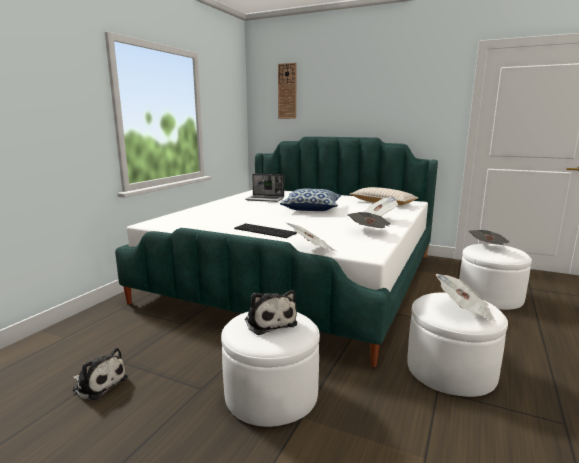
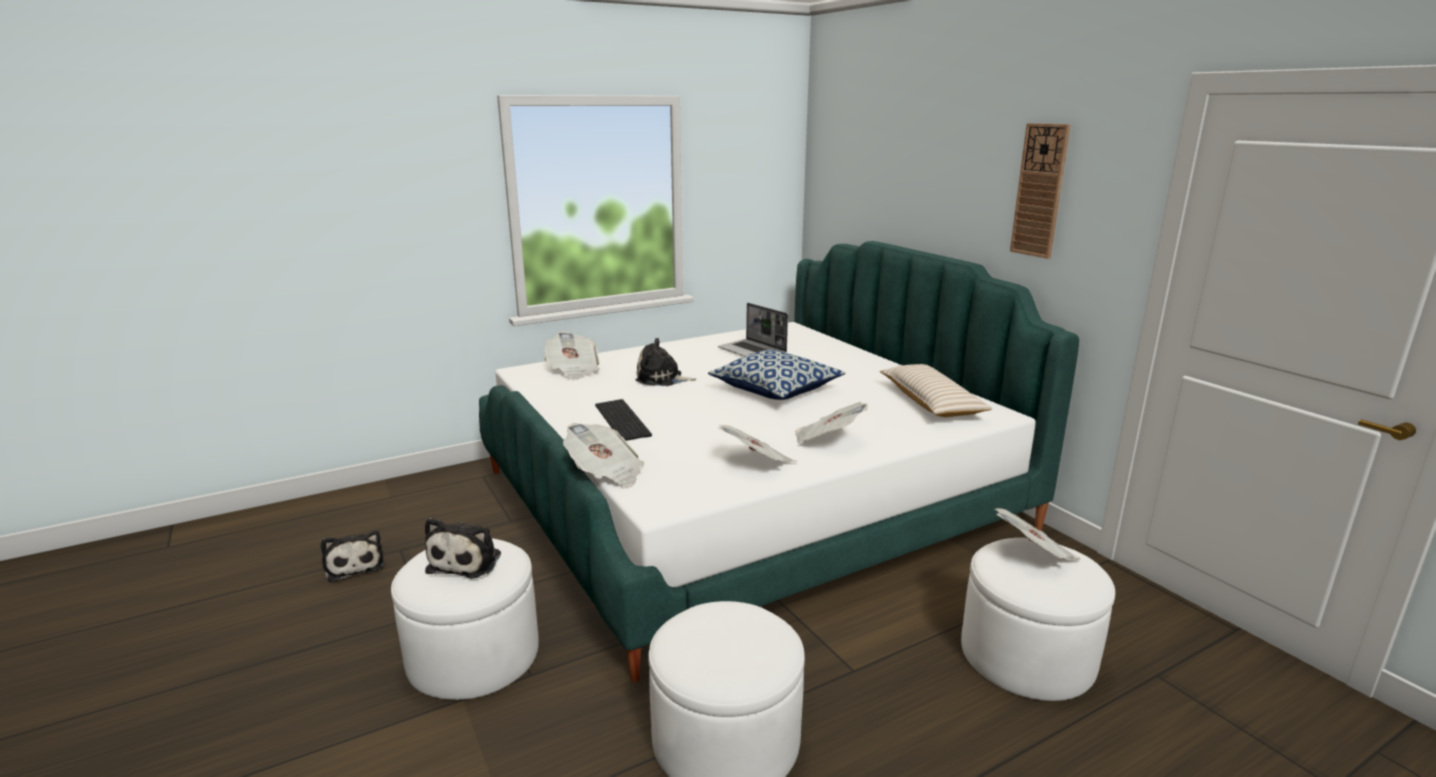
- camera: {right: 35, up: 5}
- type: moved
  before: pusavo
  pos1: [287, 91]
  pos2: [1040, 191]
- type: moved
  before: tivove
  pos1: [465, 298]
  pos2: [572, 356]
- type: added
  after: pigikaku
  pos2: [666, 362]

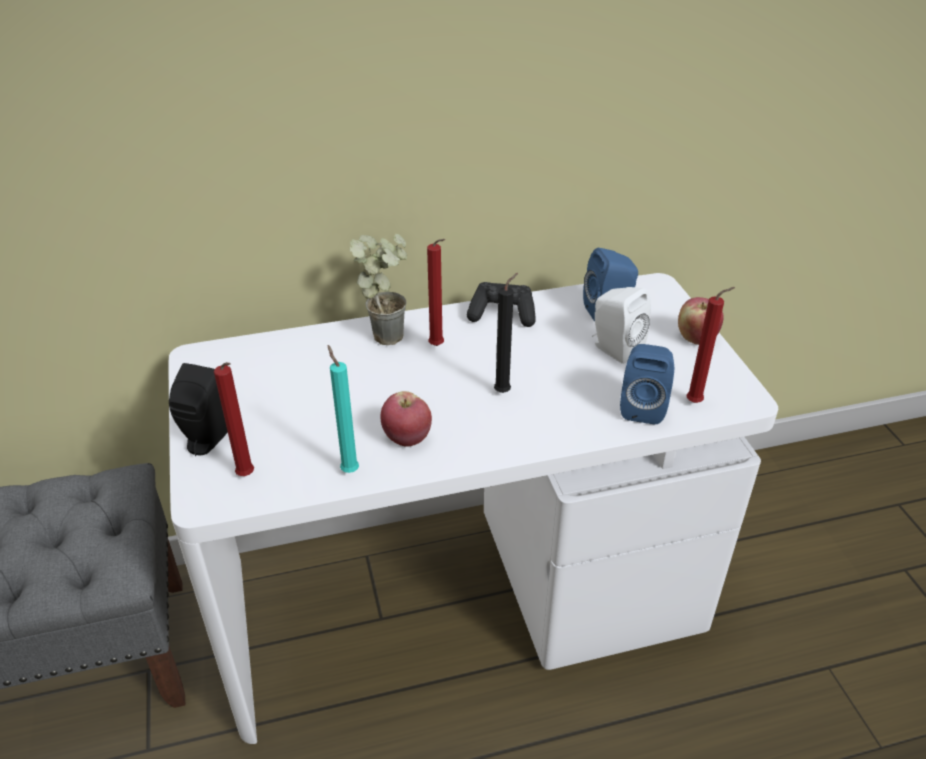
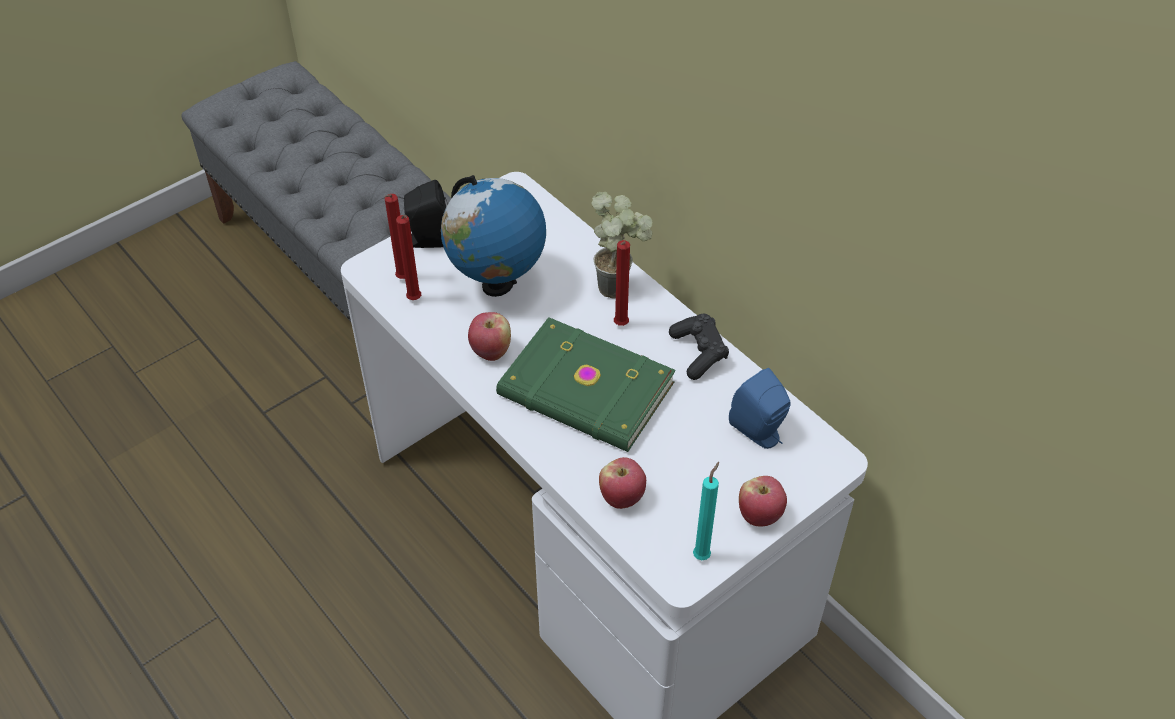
- camera: {right: 65, up: 10}
- type: replaced
  before: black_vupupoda
  after: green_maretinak
  pos1: [506, 333]
  pos2: [585, 384]
- type: removed
  before: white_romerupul
  pos1: [621, 325]
- type: moved
  before: red_vupupoda
  pos1: [711, 345]
  pos2: [408, 257]
- type: replaced
  before: blue_romerupul
  after: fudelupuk
  pos1: [647, 384]
  pos2: [622, 483]
- type: moved
  before: turquoise_vupupoda
  pos1: [343, 409]
  pos2: [706, 511]
- type: added
  after: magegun
  pos2: [493, 236]

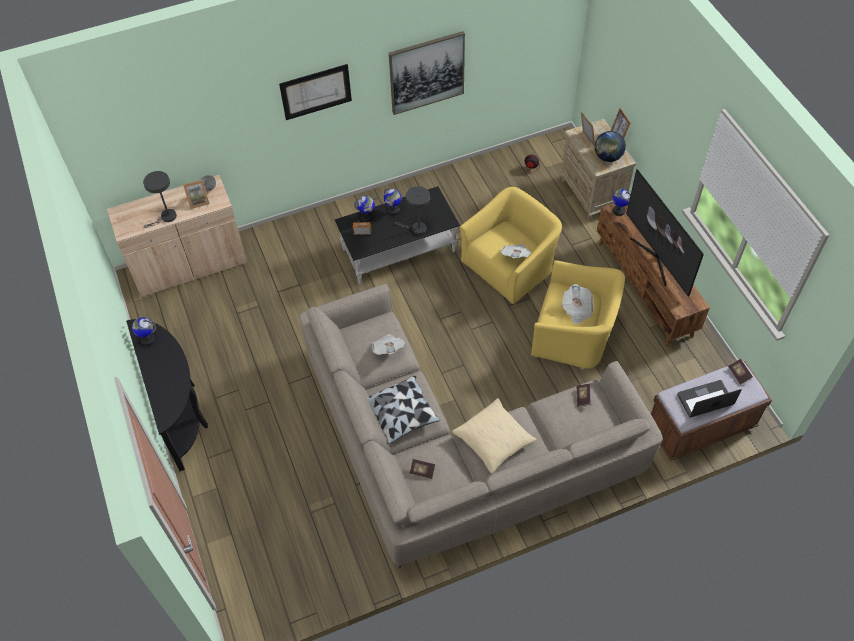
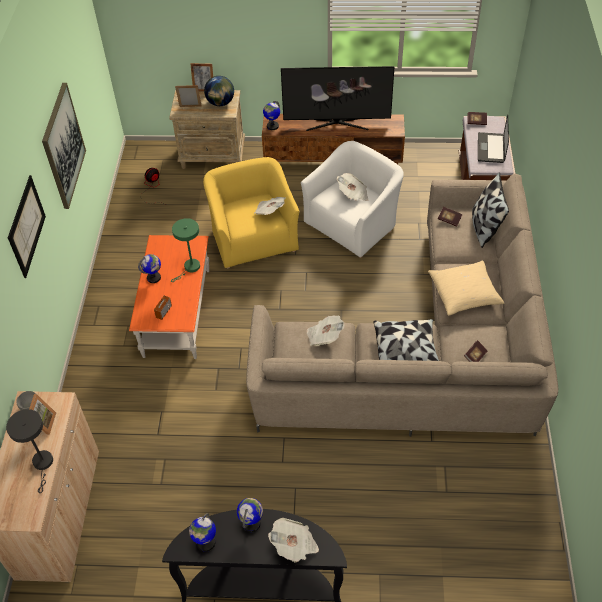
- camera: {right: -65, up: -5}
- type: recoloured
  before: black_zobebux
  after: orange_zobebux
  pos1: [397, 235]
  pos2: [169, 297]
- type: recoloured
  before: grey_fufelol
  after: green_fufelol
  pos1: [412, 210]
  pos2: [185, 250]
- type: moved
  before: magegun
  pos1: [364, 209]
  pos2: [250, 515]
- type: recoloured
  before: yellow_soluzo
  after: white_soluzo
  pos1: [578, 314]
  pos2: [352, 199]
- type: added
  after: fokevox
  pos2: [490, 210]
- type: added
  after: tivove
  pos2: [293, 540]

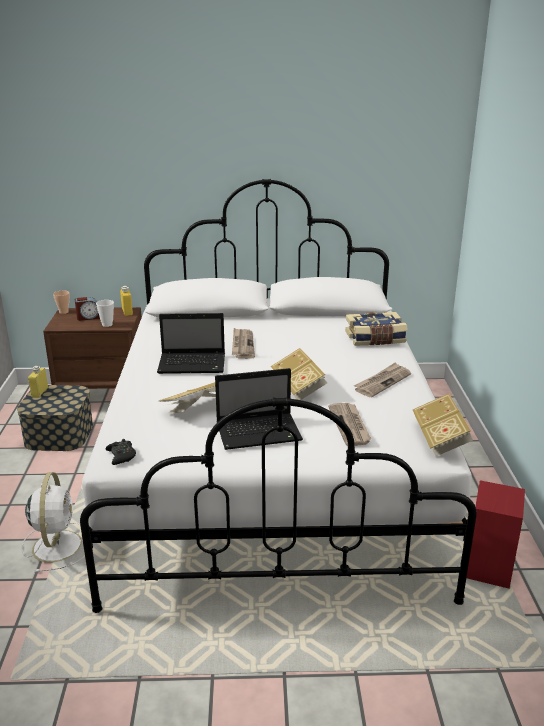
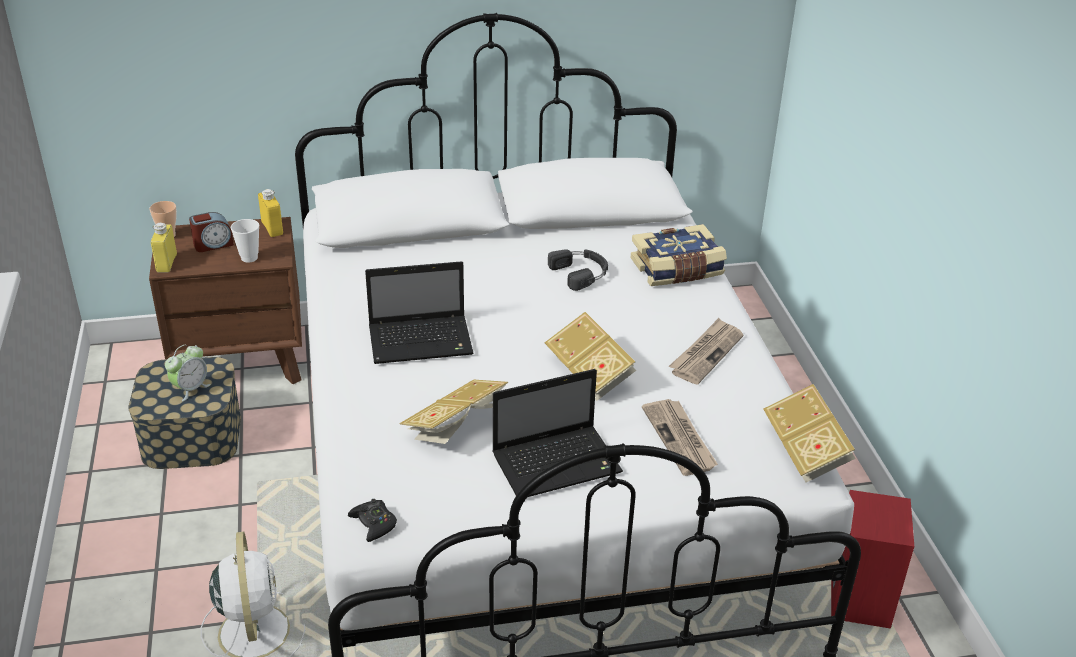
- camera: {right: -10, up: 10}
- type: removed
  before: tivove
  pos1: [243, 343]
- type: moved
  before: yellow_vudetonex
  pos1: [38, 382]
  pos2: [164, 247]
- type: added
  after: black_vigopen
  pos2: [578, 270]
- type: added
  after: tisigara
  pos2: [188, 373]

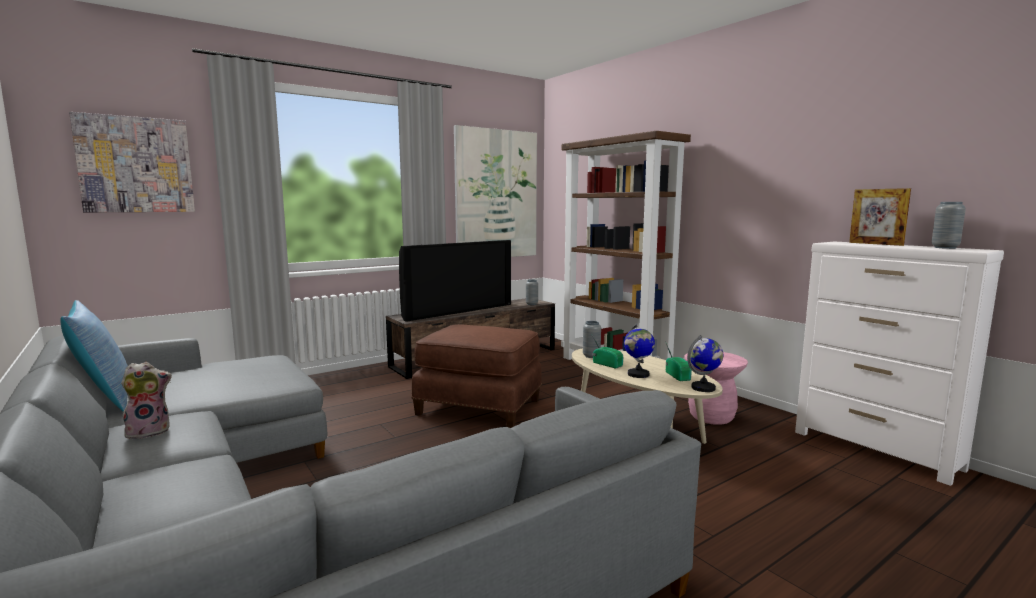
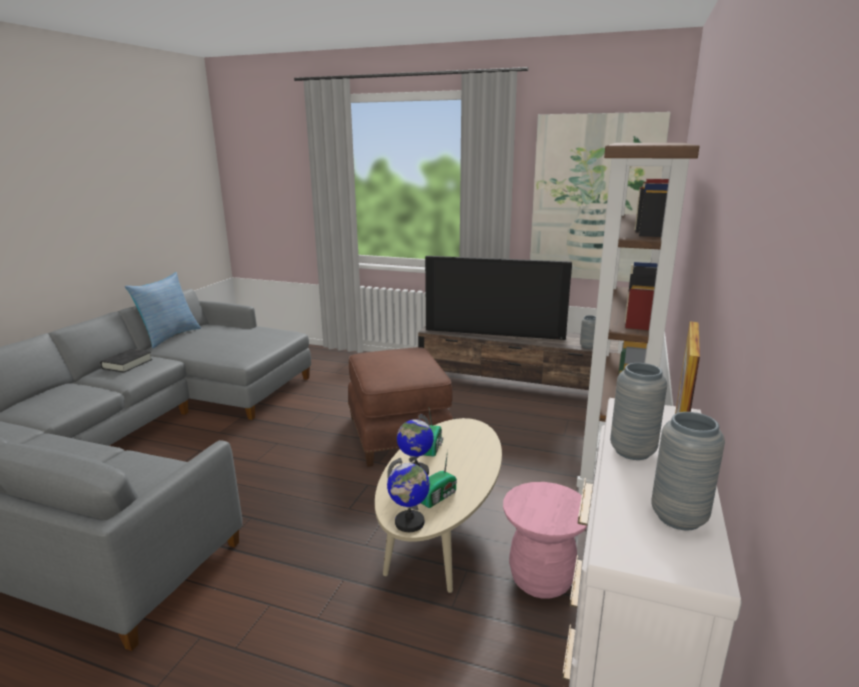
- camera: {right: 55, up: 10}
- type: removed
  before: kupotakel
  pos1: [132, 162]
- type: moved
  before: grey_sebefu
  pos1: [592, 339]
  pos2: [638, 411]
- type: replaced
  before: pigikaku
  after: black_maretinak
  pos1: [146, 400]
  pos2: [126, 361]

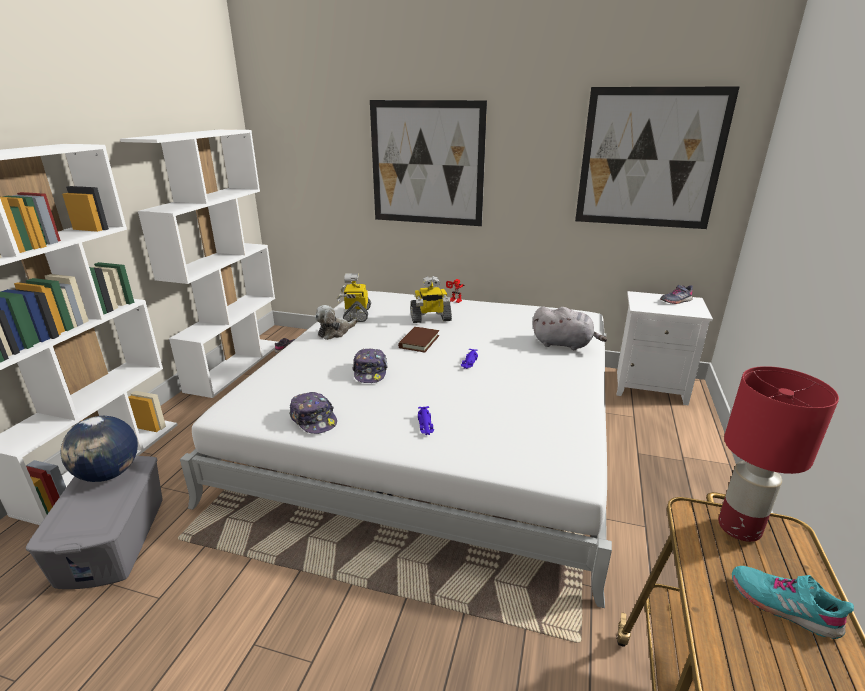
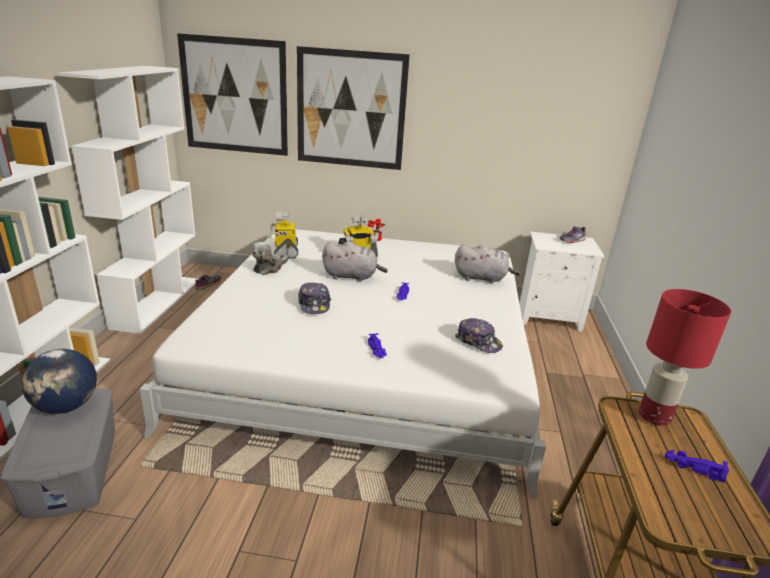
- camera: {right: -10, up: 0}
- type: moved
  before: kupotakel
  pos1: [657, 158]
  pos2: [232, 94]
- type: replaced
  before: brown_maretinak
  after: grey_pigikaku
  pos1: [418, 340]
  pos2: [355, 262]
- type: moved
  before: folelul
  pos1: [313, 413]
  pos2: [479, 335]
- type: replaced
  before: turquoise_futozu
  after: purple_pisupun
  pos1: [793, 602]
  pos2: [697, 466]

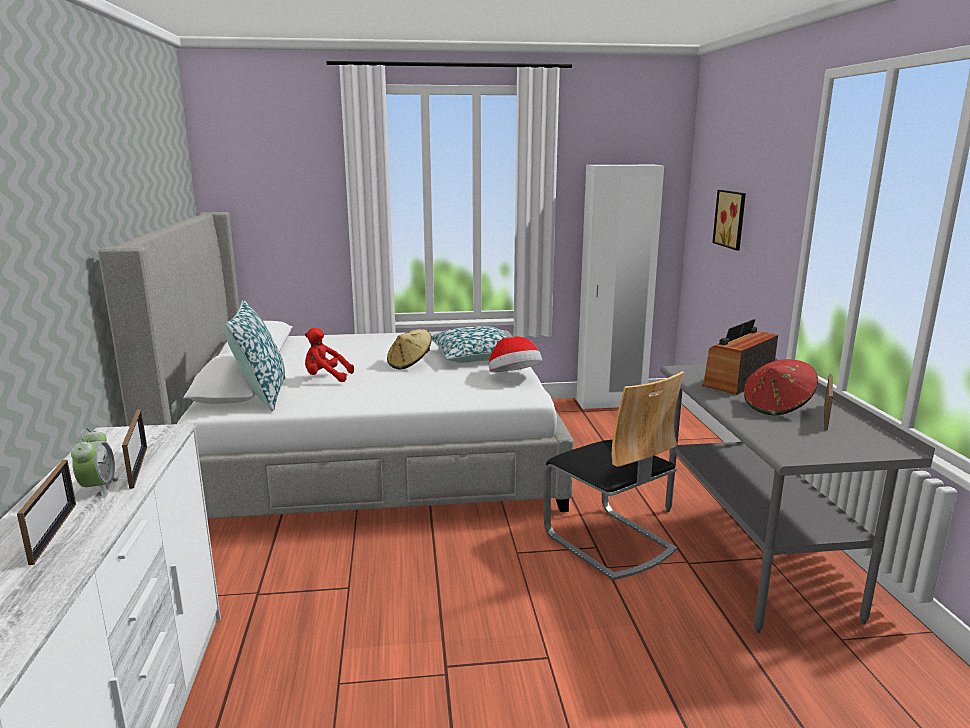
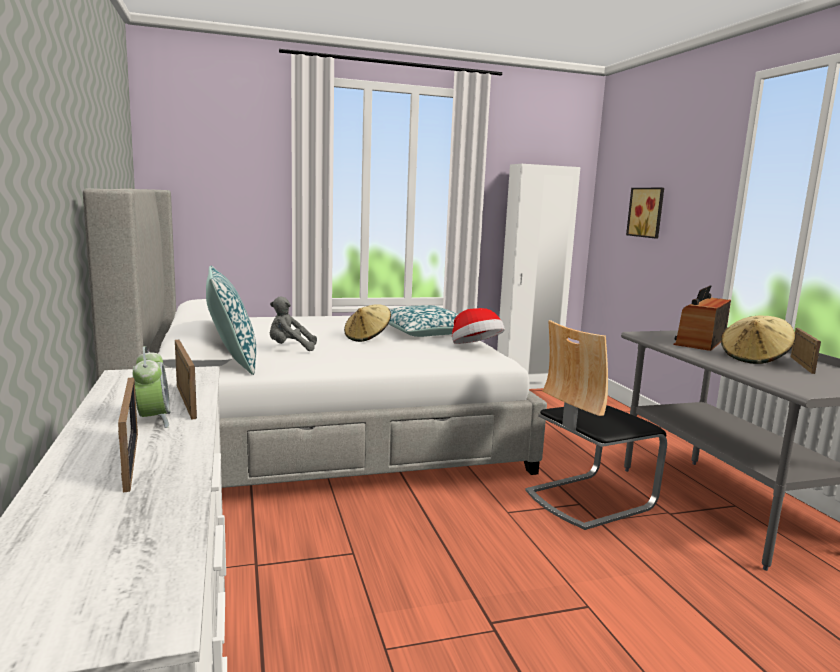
- camera: {right: -10, up: -5}
- type: recoloured
  before: red_pigikaku
  after: grey_pigikaku
  pos1: [329, 355]
  pos2: [293, 323]
- type: recoloured
  before: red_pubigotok
  after: beige_pubigotok
  pos1: [781, 387]
  pos2: [758, 340]
- type: turned
  before: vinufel
  pos1: [614, 475]
  pos2: [596, 425]
  turn: 105

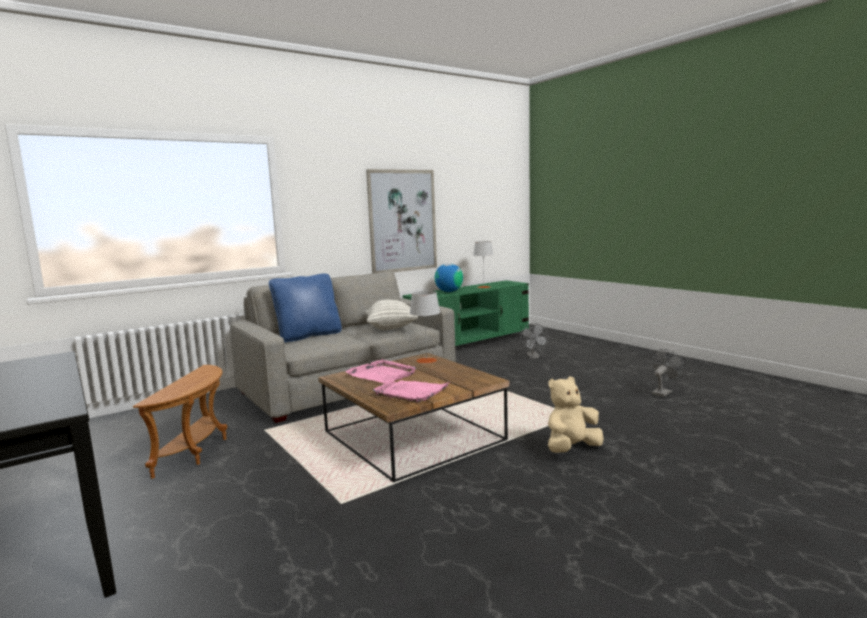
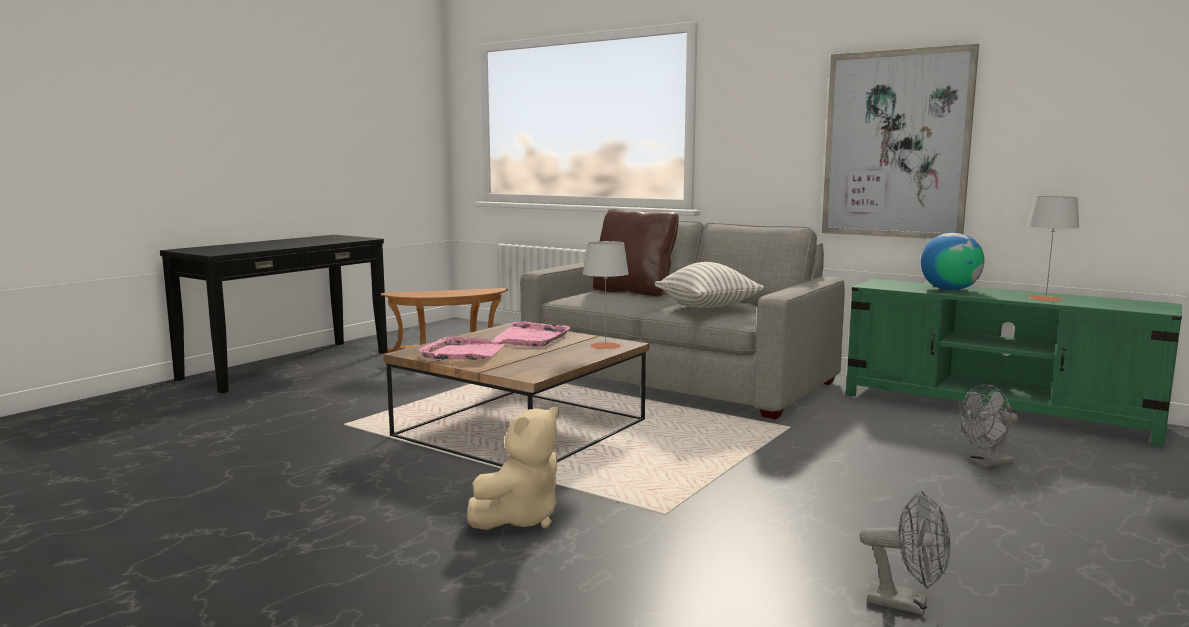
- camera: {right: 70, up: 0}
- type: recoloured
  before: blue_fokevox
  after: brown_fokevox
  pos1: [305, 308]
  pos2: [636, 252]
- type: turned
  before: beige_pigikaku
  pos1: [576, 415]
  pos2: [513, 468]
  turn: 90

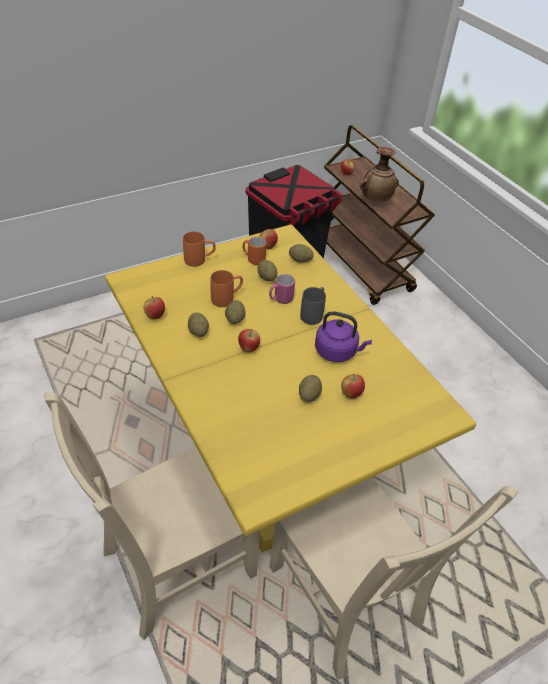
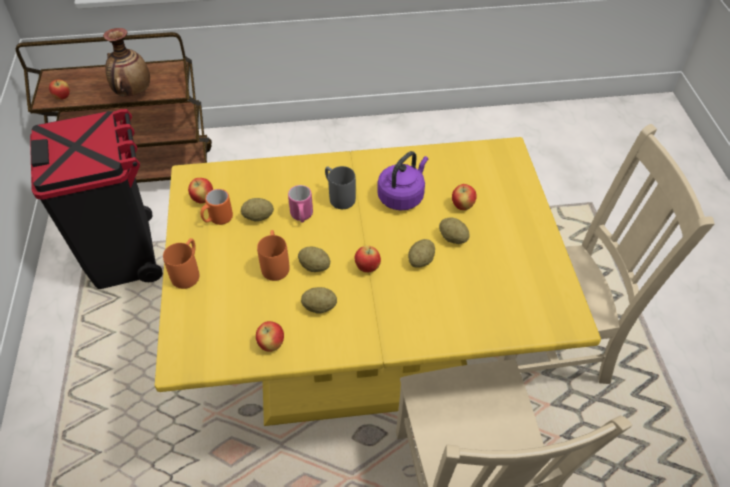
- camera: {right: -65, up: 5}
- type: moved
  before: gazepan
  pos1: [301, 253]
  pos2: [421, 253]

